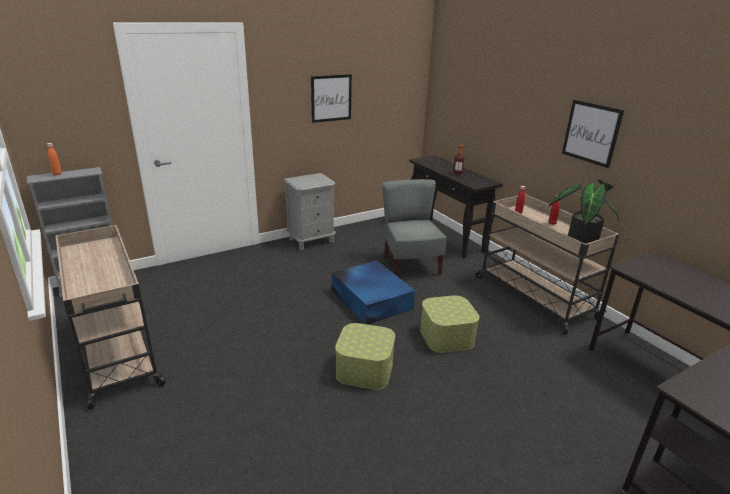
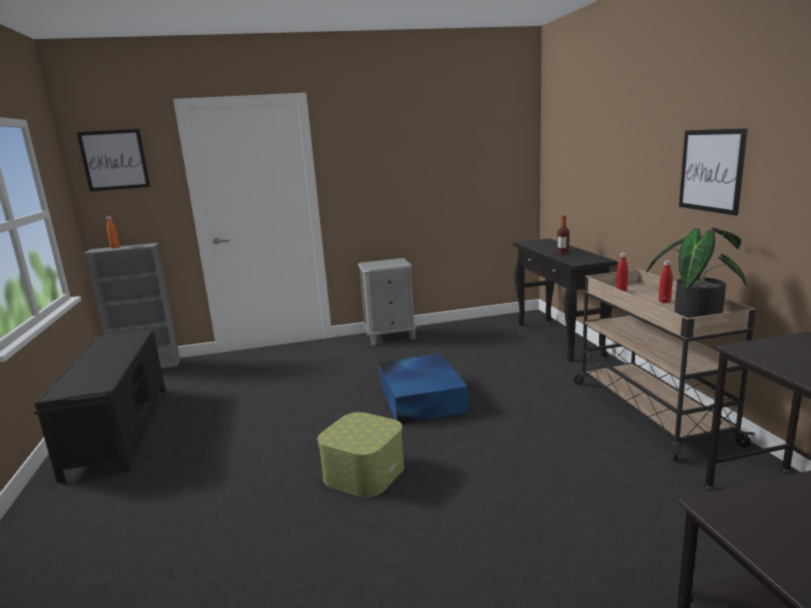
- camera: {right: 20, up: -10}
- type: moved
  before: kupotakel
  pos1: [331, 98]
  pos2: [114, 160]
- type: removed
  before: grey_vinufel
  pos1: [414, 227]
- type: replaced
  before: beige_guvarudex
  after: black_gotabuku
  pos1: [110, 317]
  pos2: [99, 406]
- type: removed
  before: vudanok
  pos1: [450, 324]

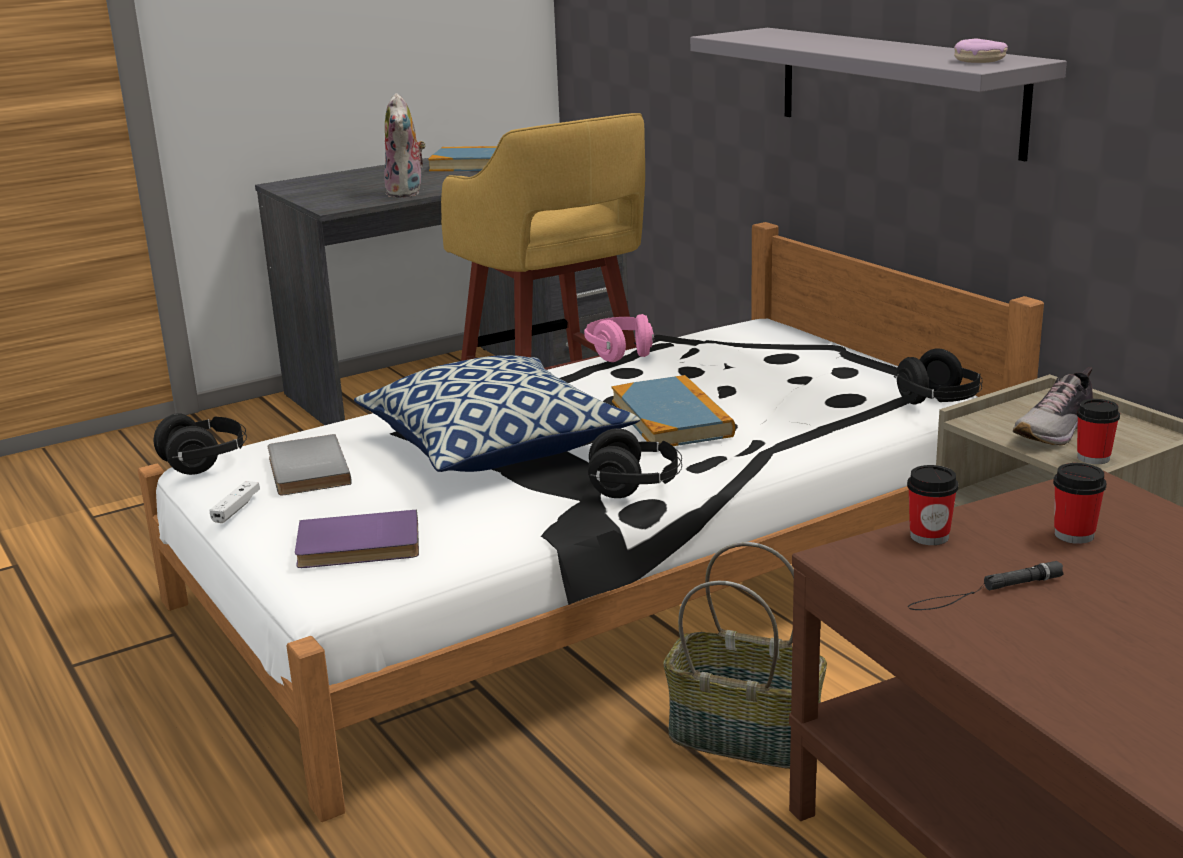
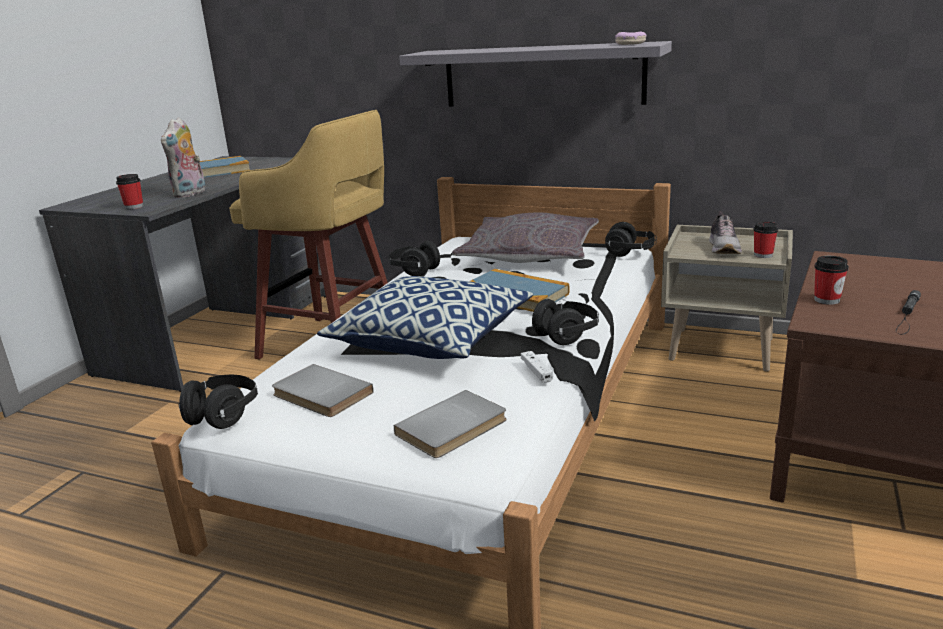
- camera: {right: -35, up: 0}
- type: turned
  before: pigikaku
  pos1: [405, 145]
  pos2: [183, 157]
  turn: 60
- type: recoloured
  before: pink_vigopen
  after: black_vigopen
  pos1: [619, 338]
  pos2: [414, 258]
- type: moved
  before: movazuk
  pos1: [1079, 503]
  pos2: [129, 191]
- type: moved
  before: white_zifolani
  pos1: [234, 502]
  pos2: [537, 367]
- type: recoloured
  before: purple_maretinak
  after: grey_maretinak
  pos1: [357, 539]
  pos2: [450, 424]
- type: removed
  before: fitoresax
  pos1: [745, 655]
- type: added
  after: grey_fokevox
  pos2: [525, 237]

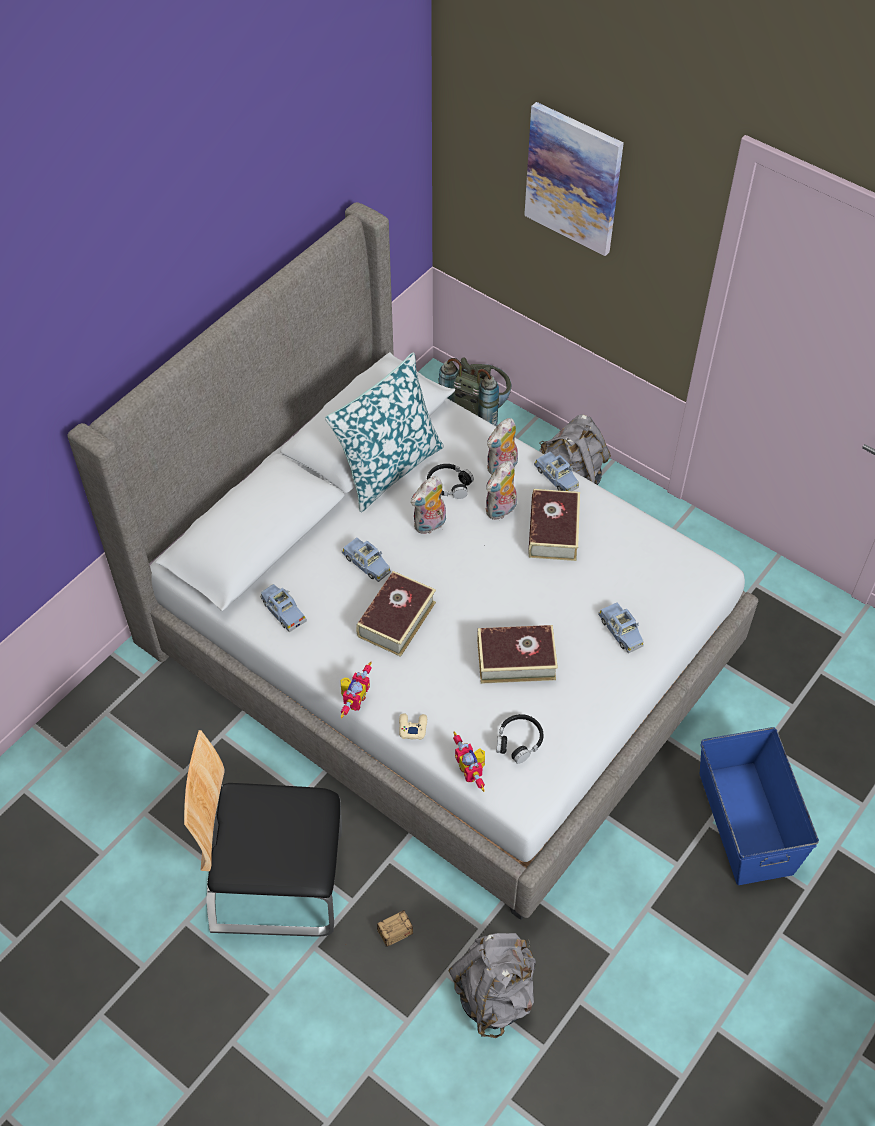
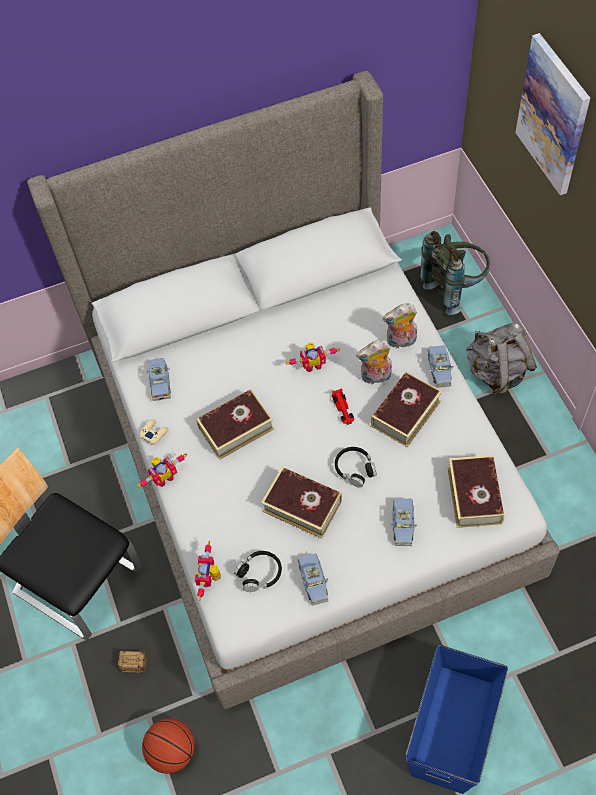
- camera: {right: 35, up: 5}
- type: removed
  before: fokevox
  pos1: [384, 432]
- type: moved
  before: black_vigopen
  pos1: [450, 481]
  pos2: [356, 467]
- type: replaced
  before: pigikaku
  after: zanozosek
  pos1: [428, 505]
  pos2: [313, 357]
- type: moved
  before: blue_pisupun
  pos1: [366, 560]
  pos2: [313, 579]
- type: moved
  before: beige_zifolani
  pos1: [413, 726]
  pos2: [154, 432]
- type: replaced
  before: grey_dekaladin
  after: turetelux
  pos1: [492, 985]
  pos2: [168, 746]
- type: added
  after: red_pisupun
  pos2: [343, 406]
- type: added
  after: maretinak
  pos2: [476, 491]

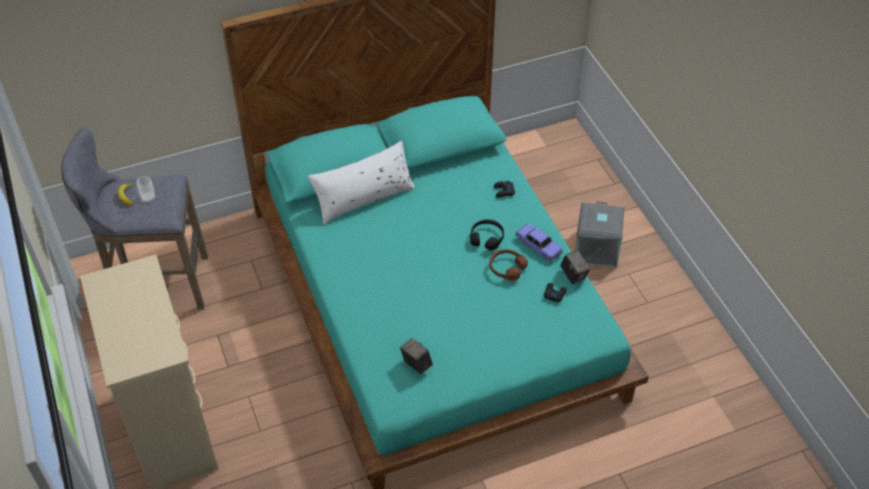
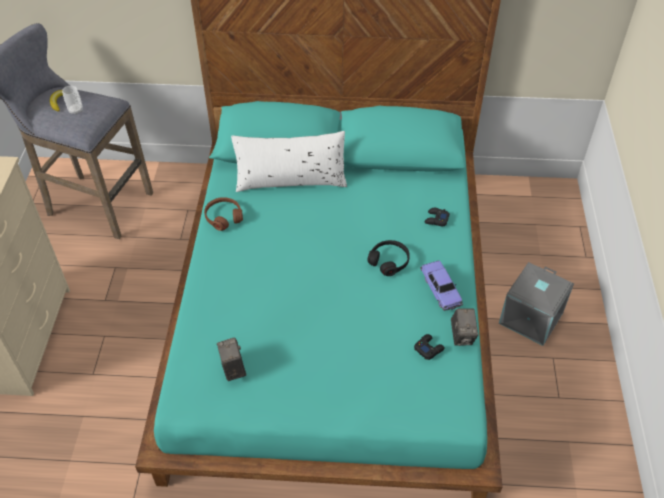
- camera: {right: 25, up: 0}
- type: moved
  before: brown_vigopen
  pos1: [508, 265]
  pos2: [223, 214]

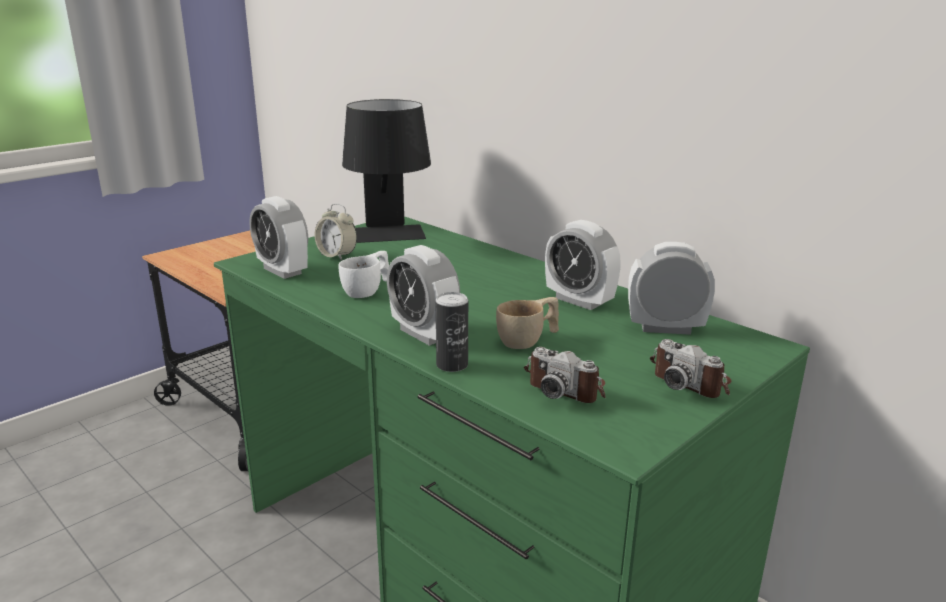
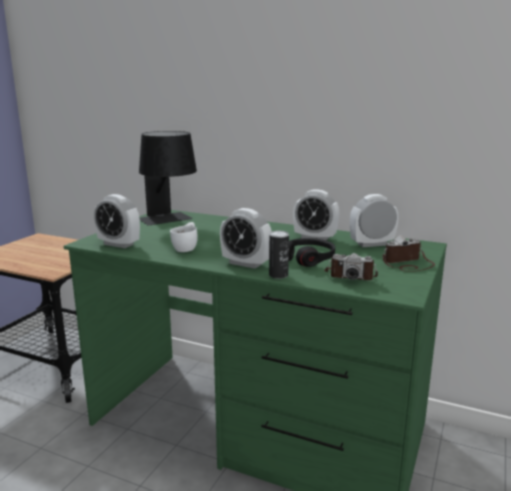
- camera: {right: -20, up: -5}
- type: removed
  before: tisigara
  pos1: [336, 232]
- type: replaced
  before: beige_movazuk
  after: black_vigopen
  pos1: [527, 323]
  pos2: [312, 252]
- type: turned
  before: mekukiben
  pos1: [690, 368]
  pos2: [409, 253]
  turn: 135

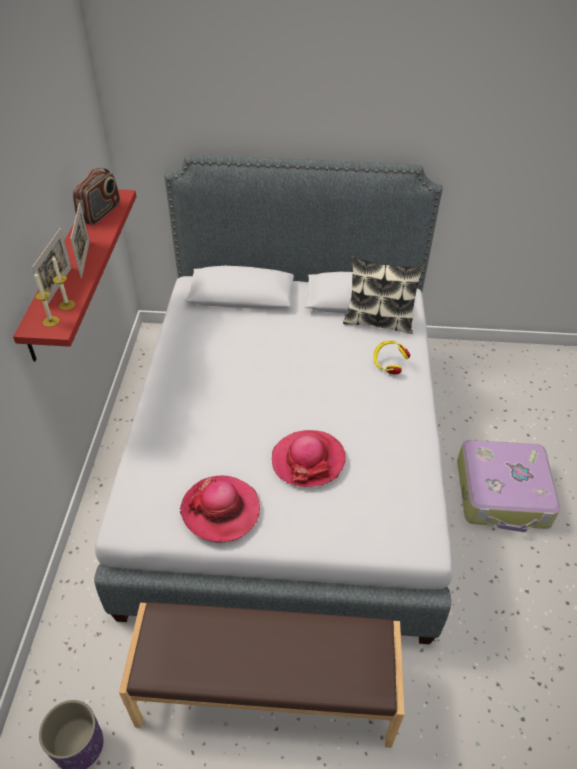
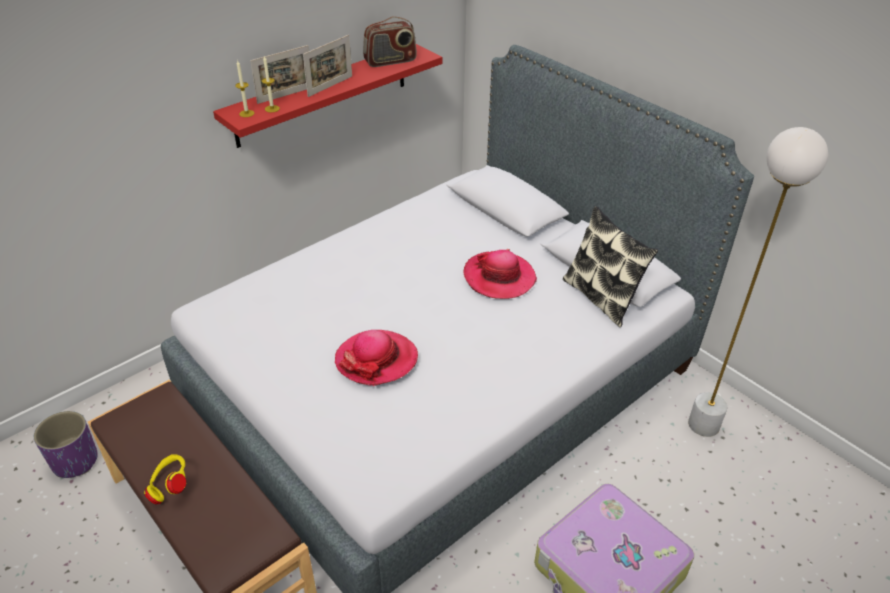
- camera: {right: 45, up: -5}
- type: moved
  before: yellow_vigopen
  pos1: [391, 357]
  pos2: [165, 479]
- type: moved
  before: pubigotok
  pos1: [220, 509]
  pos2: [500, 274]
- type: added
  after: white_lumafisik
  pos2: [758, 282]

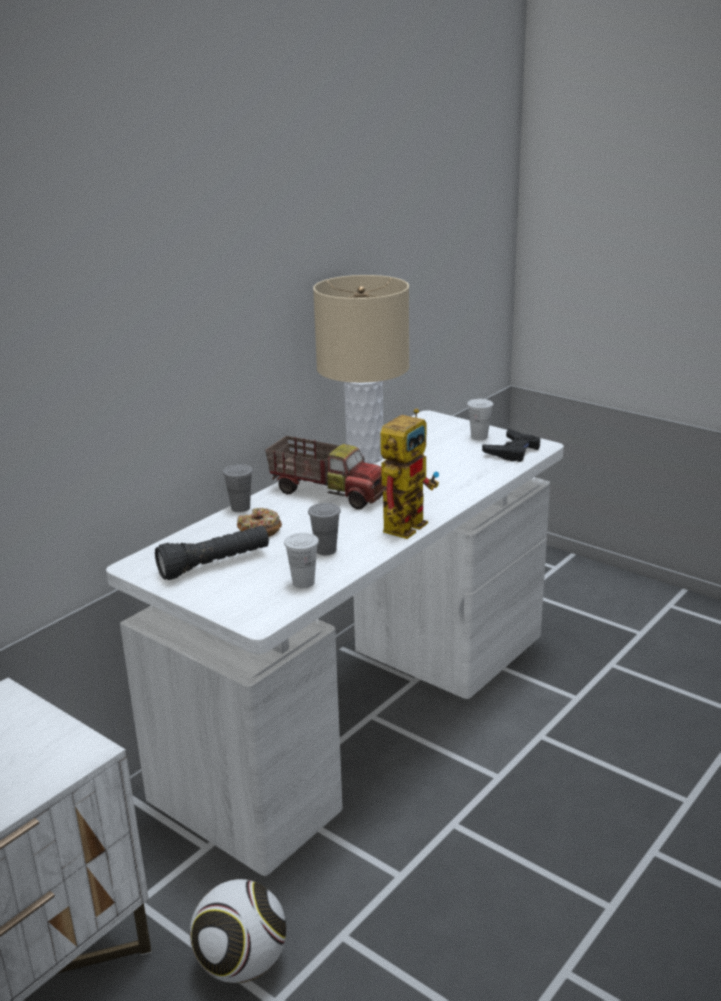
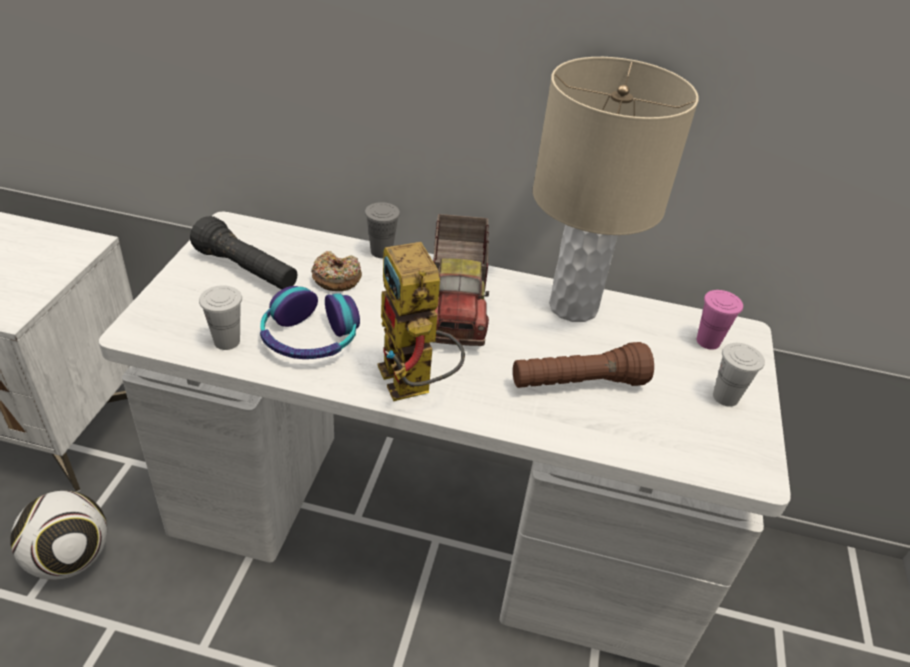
- camera: {right: 60, up: 15}
- type: turned
  before: zanozosek
  pos1: [410, 473]
  pos2: [421, 321]
  turn: 60
- type: removed
  before: black_zifolani
  pos1: [511, 445]
- type: replaced
  before: grey_movazuk
  after: vigopen
  pos1: [324, 529]
  pos2: [310, 322]
- type: added
  after: pink_movazuk
  pos2: [720, 320]
- type: added
  after: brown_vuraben
  pos2: [583, 365]

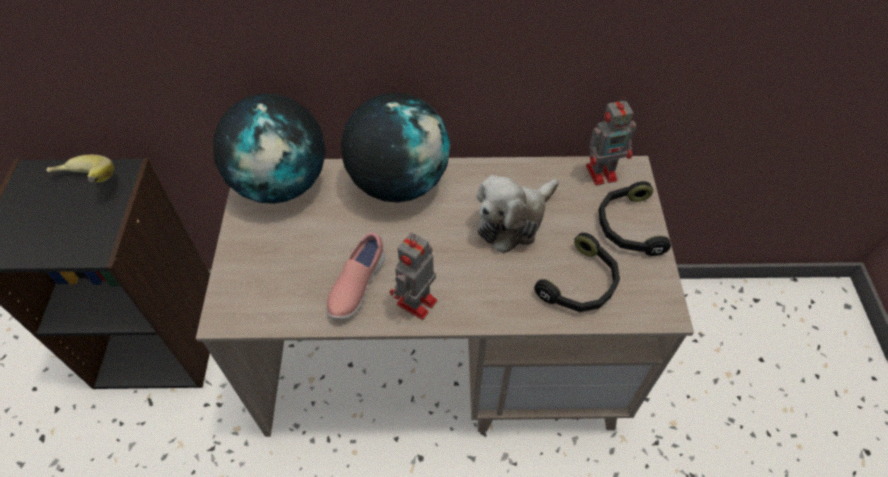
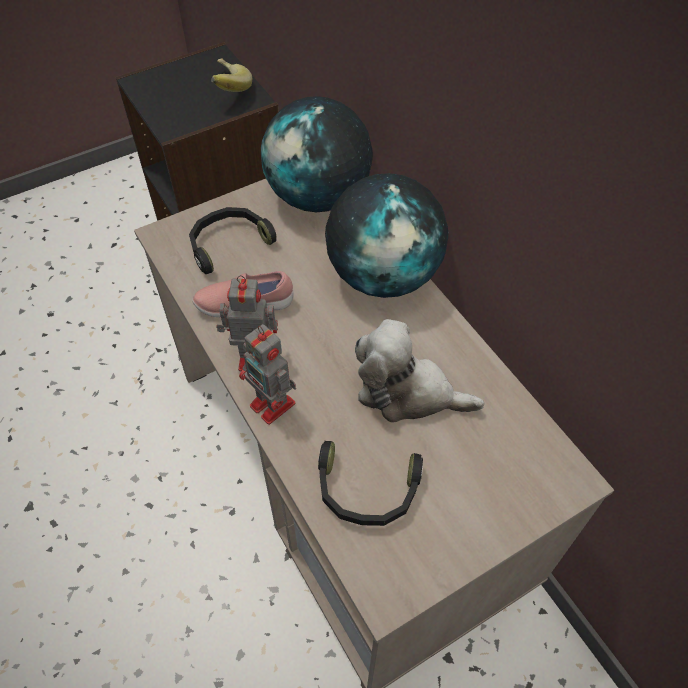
- camera: {right: 60, up: 0}
- type: moved
  before: zanozosek
  pos1: [611, 141]
  pos2: [267, 374]
- type: moved
  before: black_vigopen
  pos1: [635, 218]
  pos2: [233, 240]

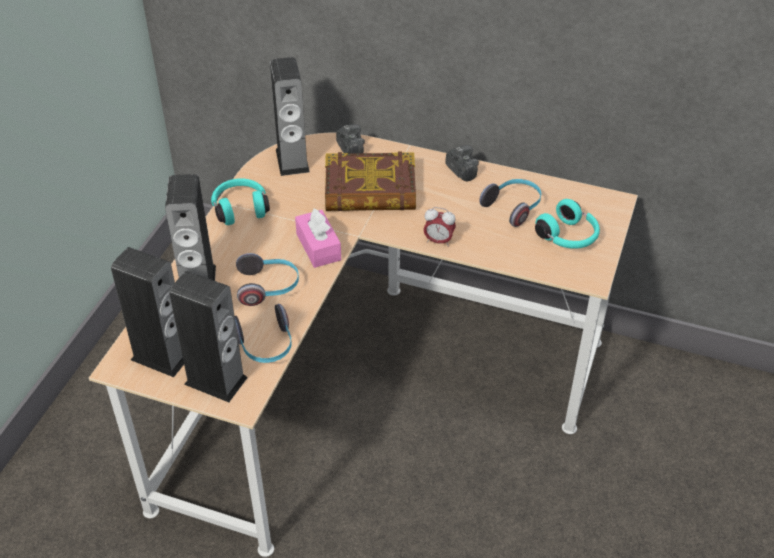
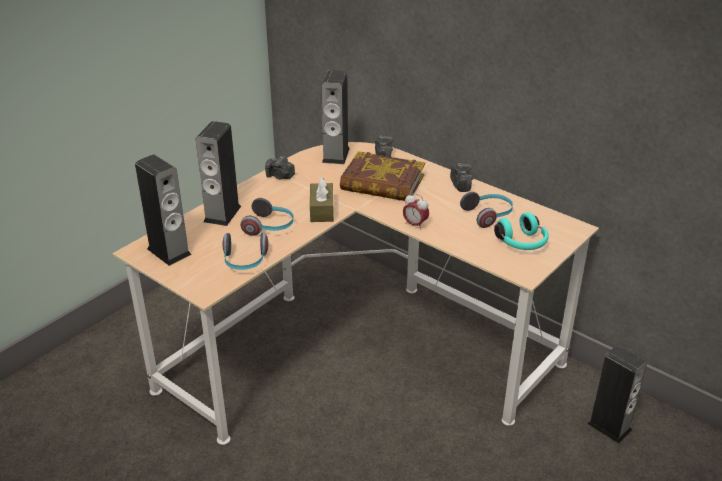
- camera: {right: 20, up: -10}
- type: replaced
  before: turquoise_vigopen
  after: mekukiben
  pos1: [240, 201]
  pos2: [280, 167]
- type: recoloured
  before: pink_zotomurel
  after: brown_zotomurel
  pos1: [318, 238]
  pos2: [322, 199]
- type: moved
  before: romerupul
  pos1: [208, 336]
  pos2: [617, 394]

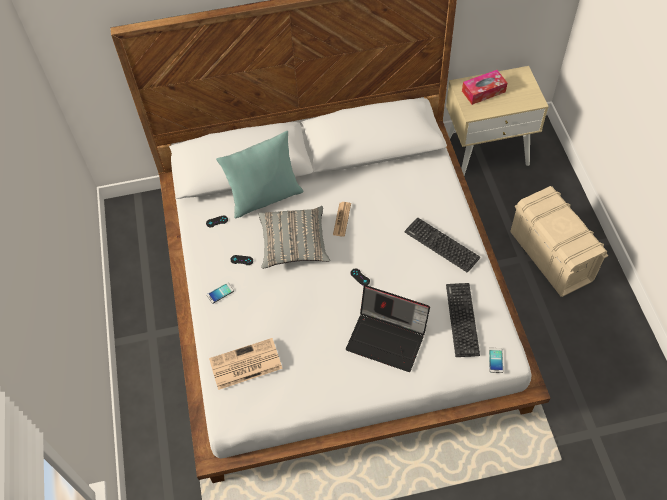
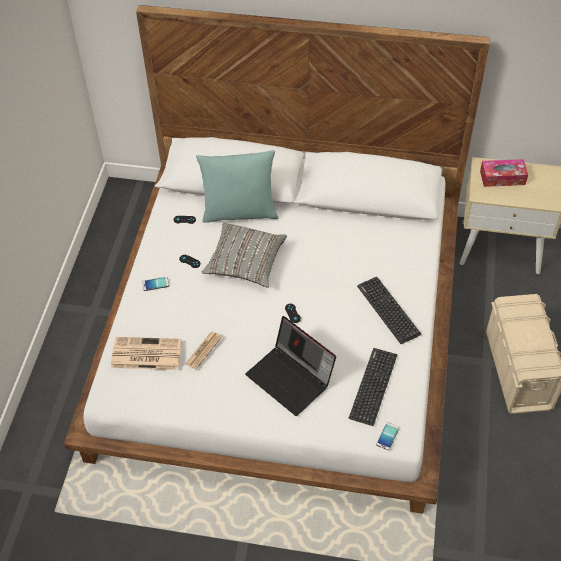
- camera: {right: 20, up: -5}
- type: moved
  before: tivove
  pos1: [342, 219]
  pos2: [203, 351]

